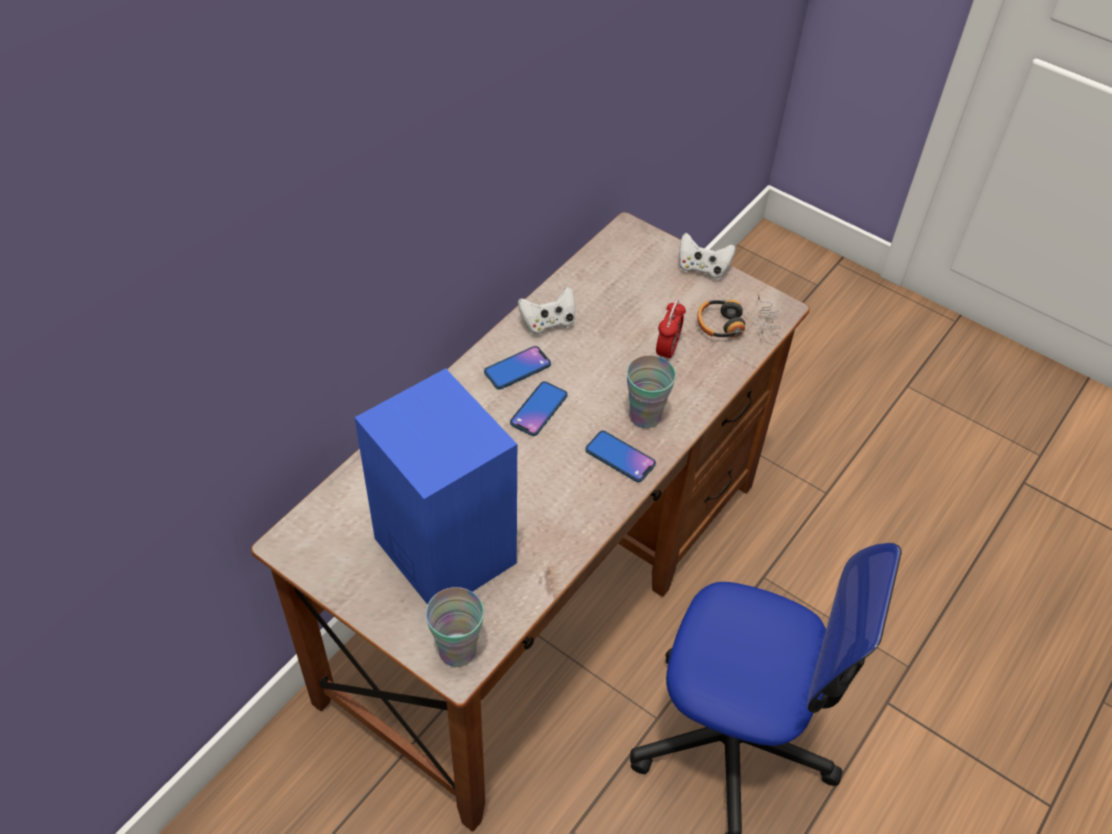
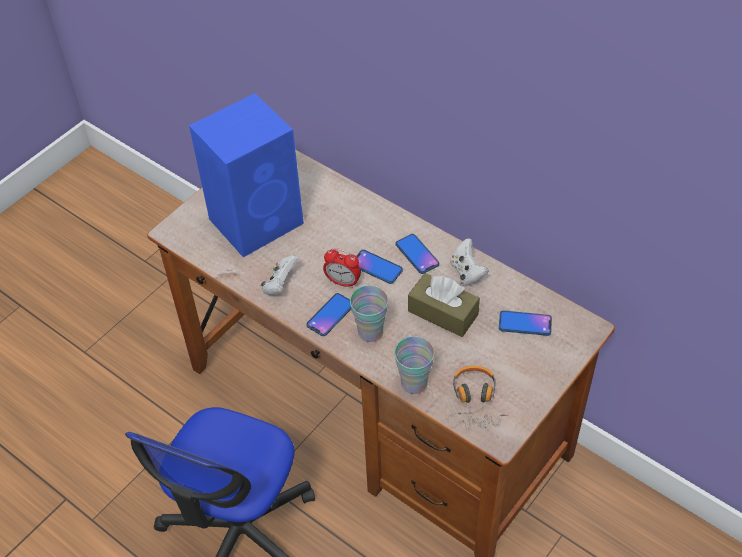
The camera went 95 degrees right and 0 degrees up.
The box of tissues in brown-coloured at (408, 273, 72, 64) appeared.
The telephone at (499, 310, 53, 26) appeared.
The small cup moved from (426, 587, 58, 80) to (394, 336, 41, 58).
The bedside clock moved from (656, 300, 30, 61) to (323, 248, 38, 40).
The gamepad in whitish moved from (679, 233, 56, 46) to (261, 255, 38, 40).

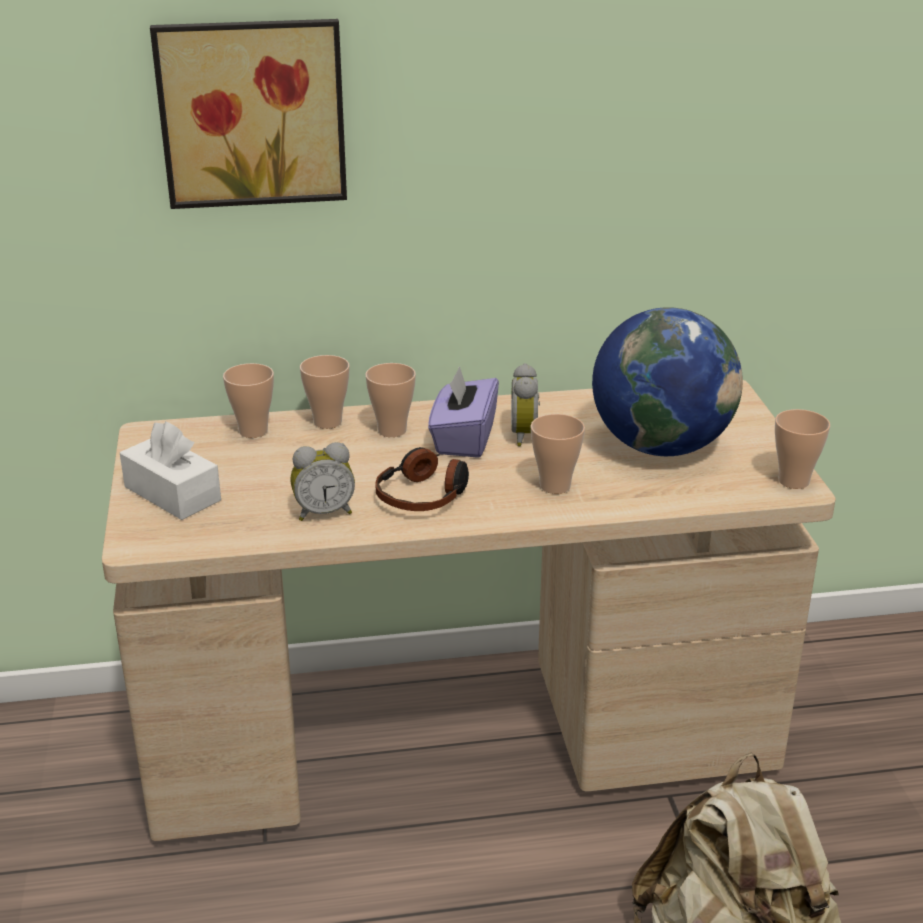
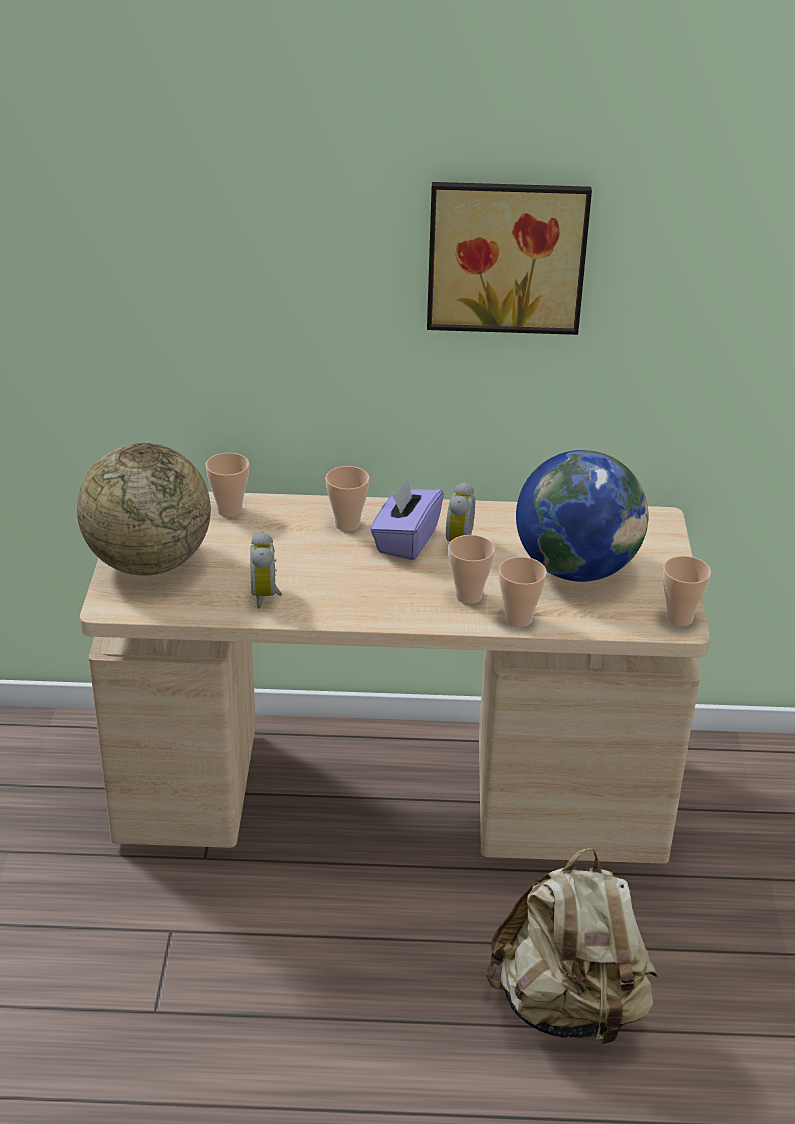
The camera went 10 degrees right and 5 degrees up.
The pair of headphones at (375, 447, 94, 64) disappeared.
The wall art moved from (150, 19, 197, 190) to (427, 182, 165, 153).
The small cup moved from (300, 355, 50, 74) to (499, 557, 48, 70).
The box of tissues in whitish at (120, 421, 101, 99) was replaced by the world globe at (77, 443, 134, 133).
The bedside clock at (290, 442, 65, 79) turned 90 degrees clockwise.

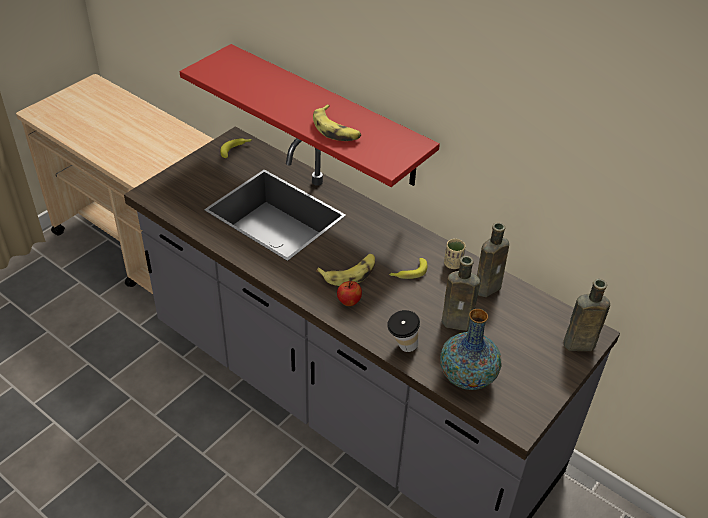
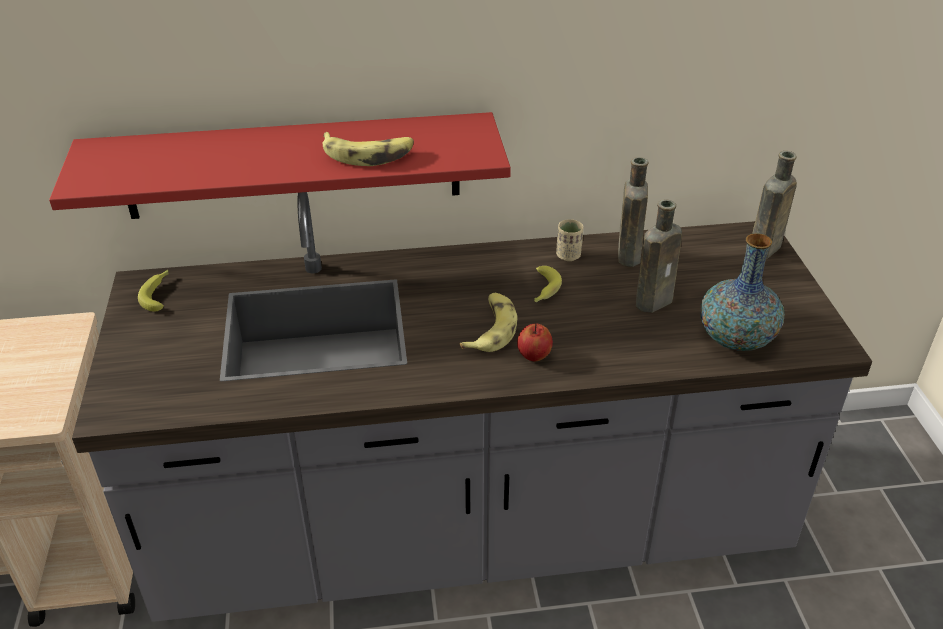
The camera went 45 degrees left and 5 degrees down.
The small cup at (387, 310, 33, 42) disappeared.

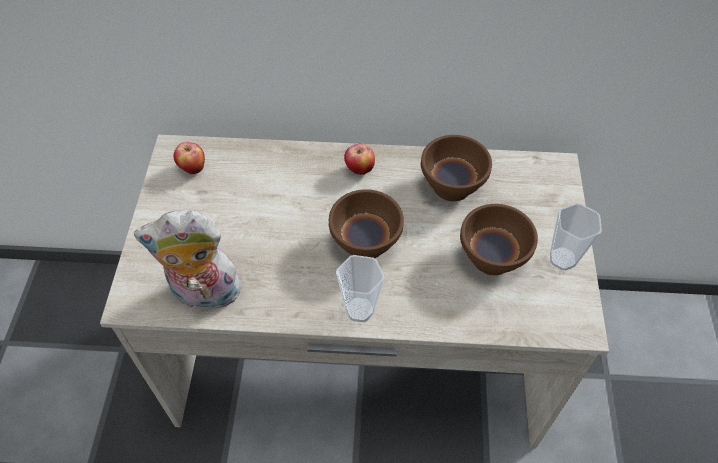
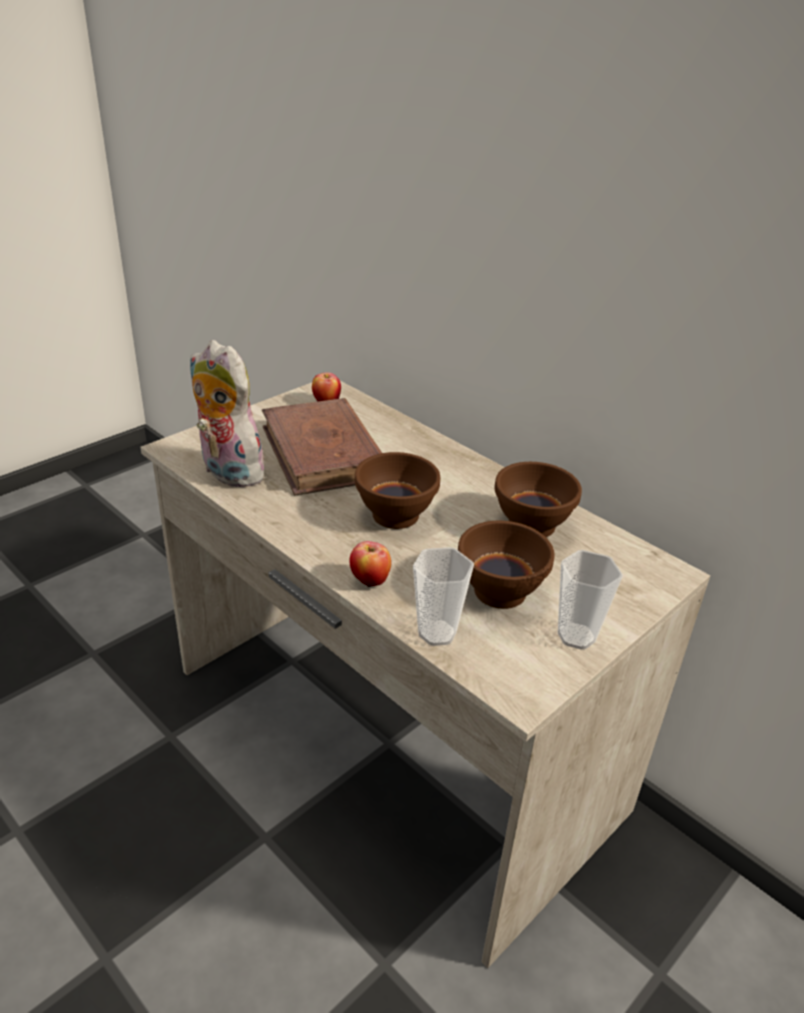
The camera went 40 degrees right and 20 degrees down.
The volume in brown-coloured at (262, 398, 120, 97) appeared.
The small cup moved from (336, 255, 48, 67) to (413, 547, 61, 99).
The apple moved from (344, 144, 31, 31) to (350, 541, 41, 46).

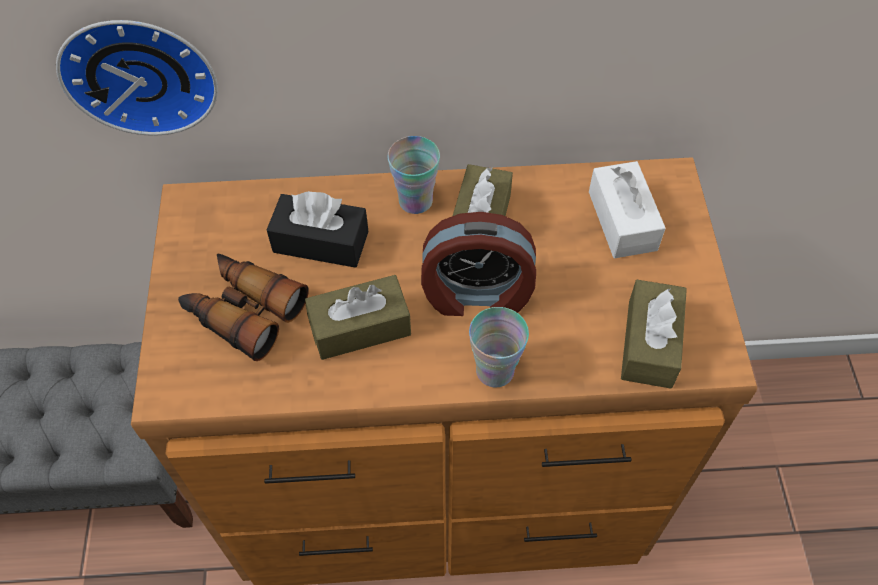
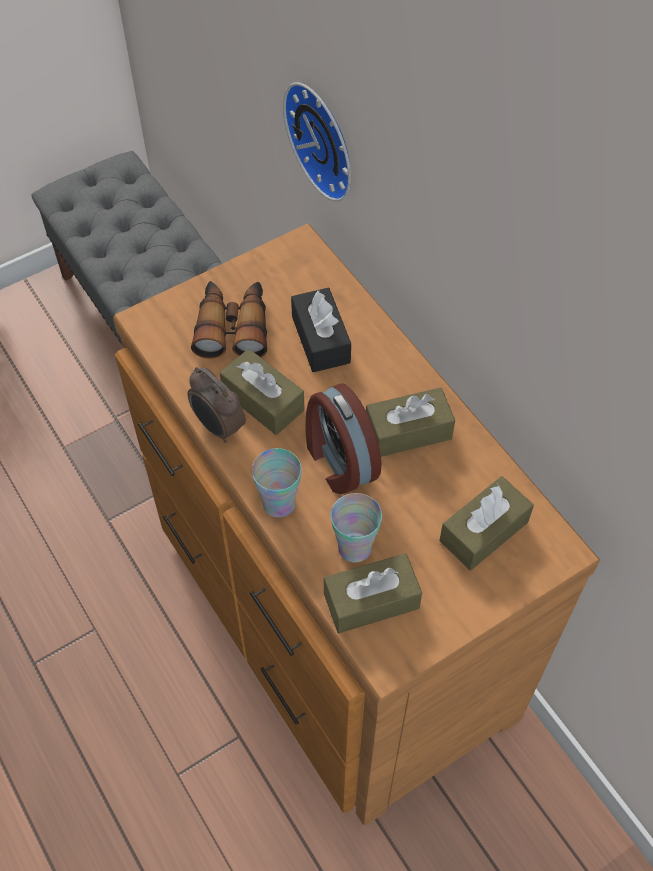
The camera went 60 degrees right and 0 degrees up.
The bedside clock at (187, 367, 59, 76) appeared.
The small cup moved from (388, 136, 52, 78) to (331, 493, 51, 69).
The box of tissues in whitish at (589, 161, 77, 97) became the box of tissues in brown-coloured at (439, 476, 95, 94).

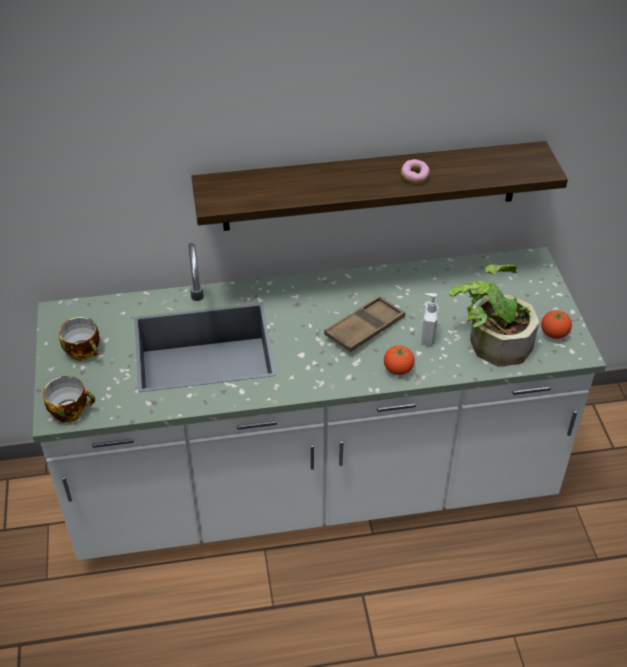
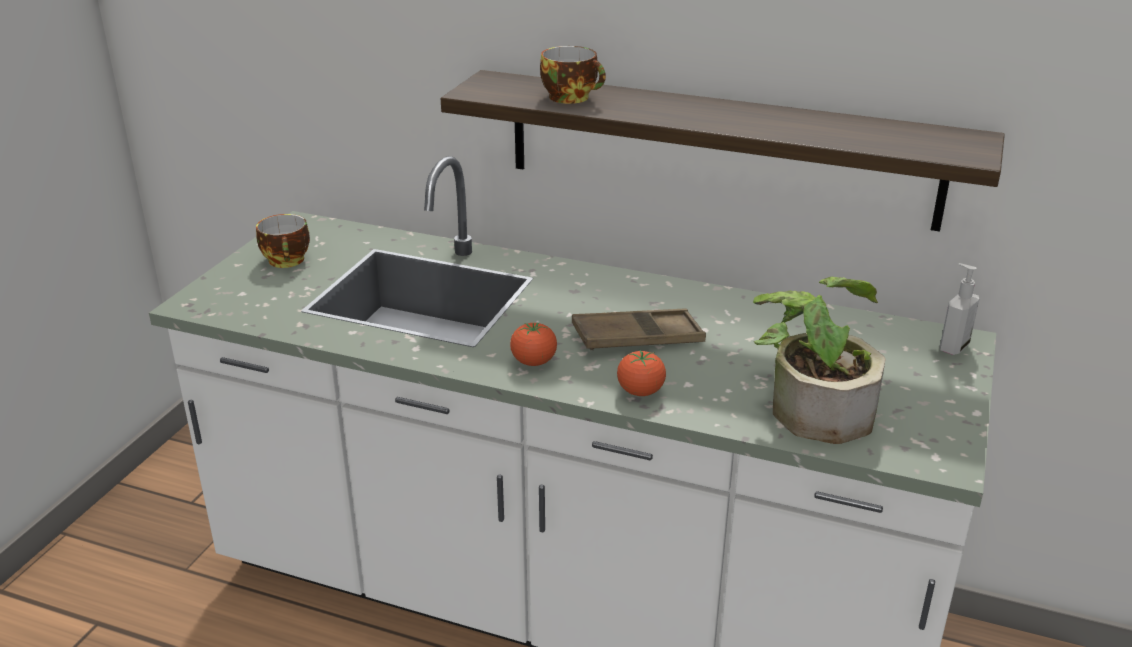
The camera went 30 degrees right and 15 degrees down.
The ring doughnut at (401, 159, 29, 25) disappeared.
The small cup moved from (43, 376, 52, 46) to (540, 46, 66, 58).
The soap dispenser moved from (421, 293, 18, 53) to (940, 263, 39, 92).
The tomato moved from (541, 310, 31, 29) to (510, 323, 47, 43).

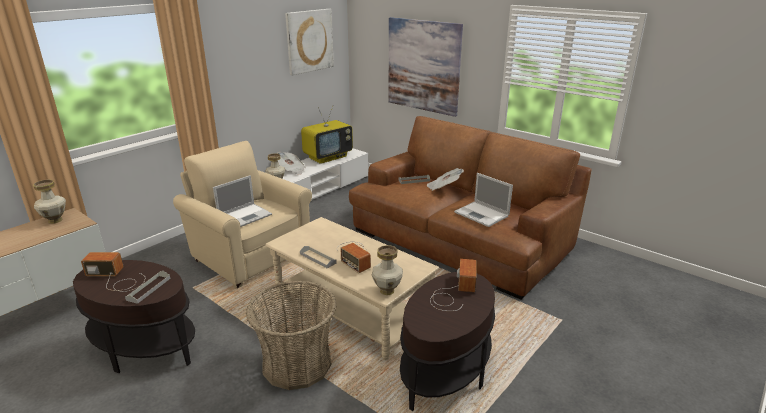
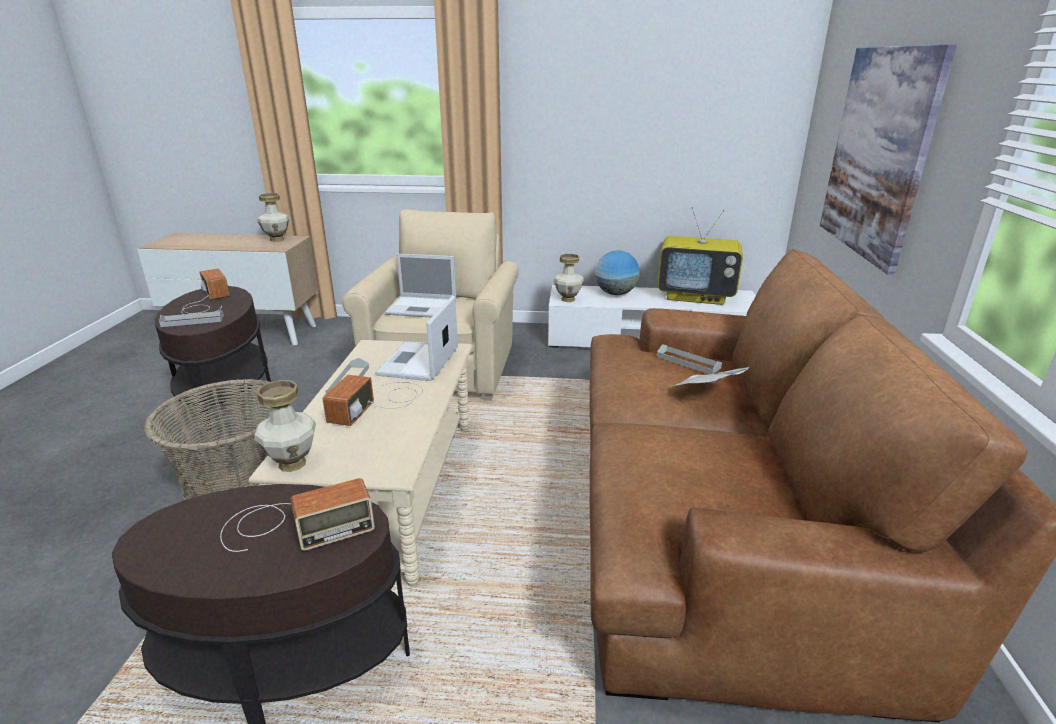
The camera went 55 degrees right and 0 degrees up.
The wall art at (285, 9, 49, 66) disappeared.
The notebook computer moved from (454, 173, 59, 54) to (375, 296, 83, 85).
The newspaper at (277, 152, 29, 23) was replaced by the world globe at (595, 250, 45, 45).

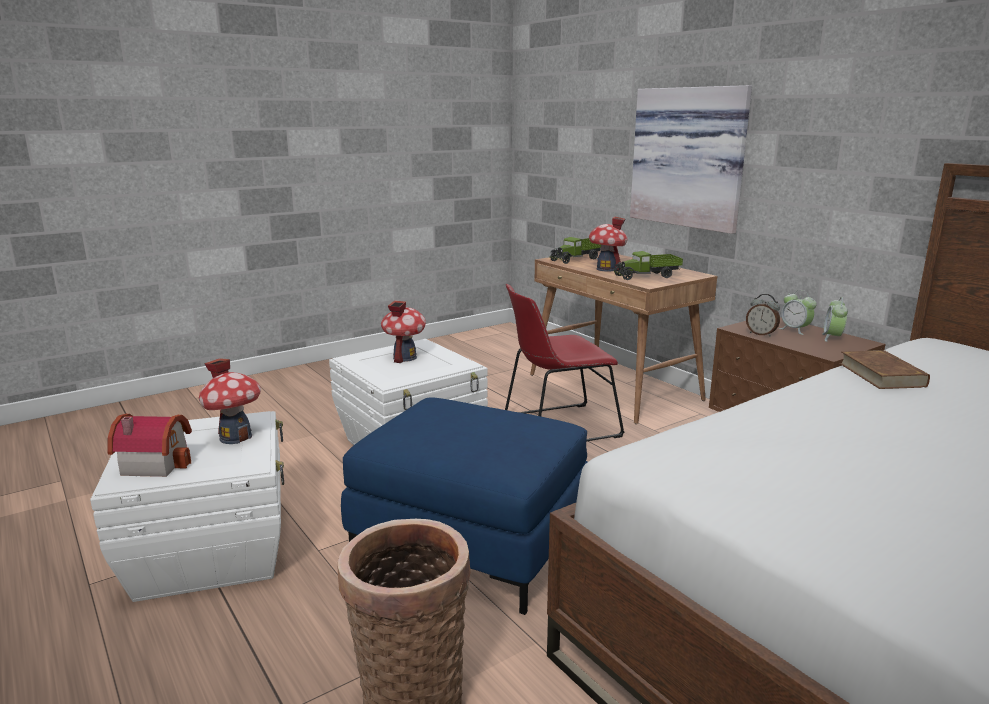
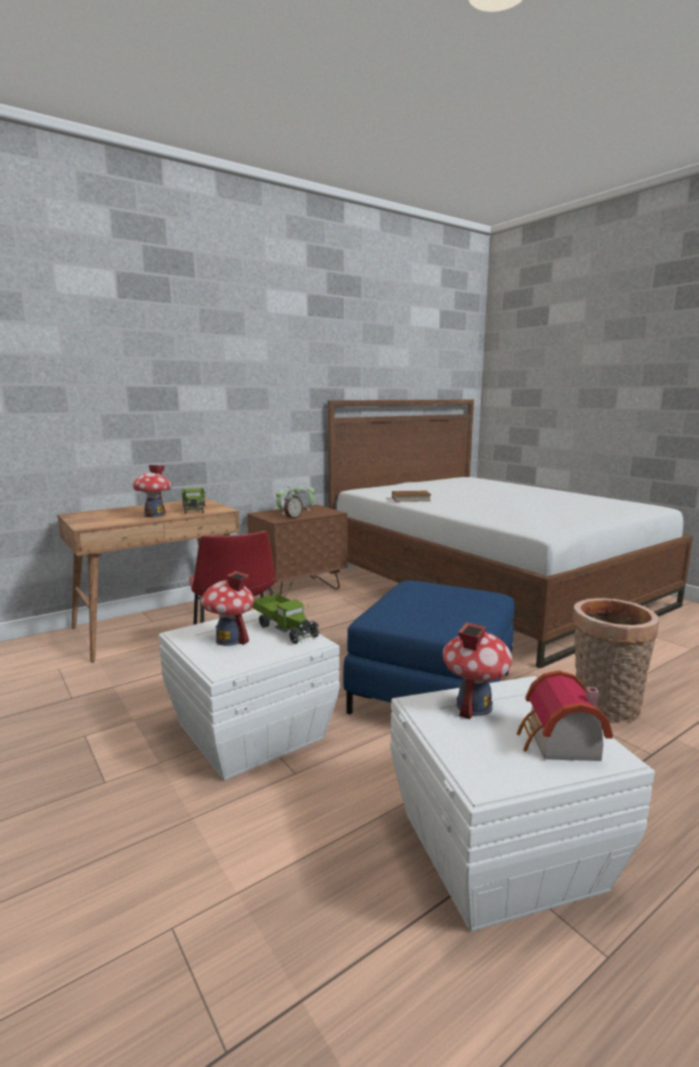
The camera went 90 degrees left and 5 degrees down.
The wall art at (630, 85, 122, 149) disappeared.
The toy lorry moved from (550, 237, 51, 27) to (252, 594, 67, 50).

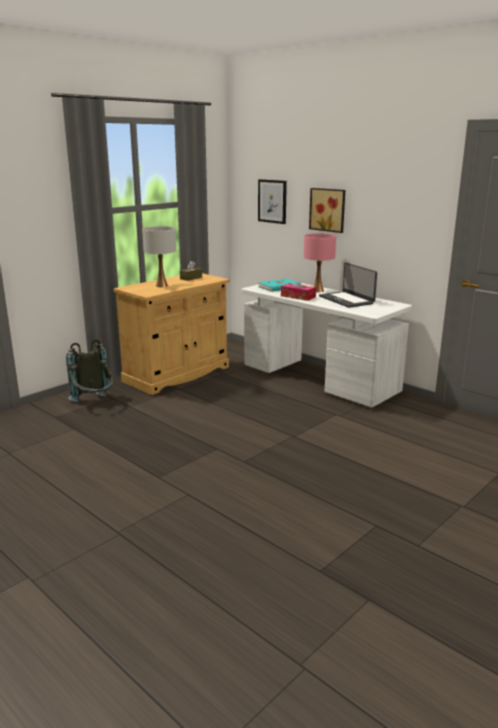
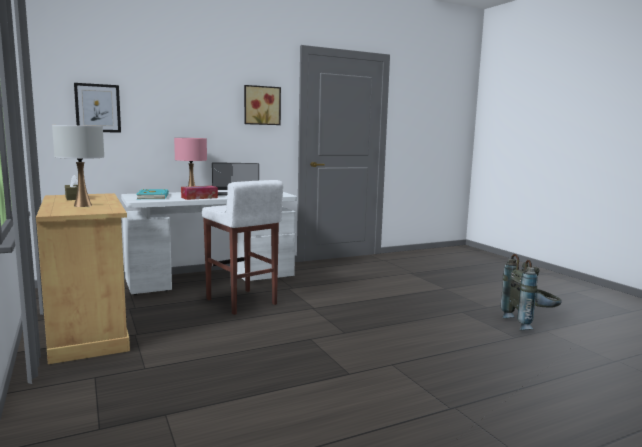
The camera went 70 degrees left and 10 degrees down.
The stool seat in whitish at (202, 180, 81, 135) appeared.
The knapsack in greyish moved from (66, 339, 48, 63) to (501, 254, 61, 76).
The wall art moved from (309, 188, 36, 45) to (244, 85, 37, 40).

